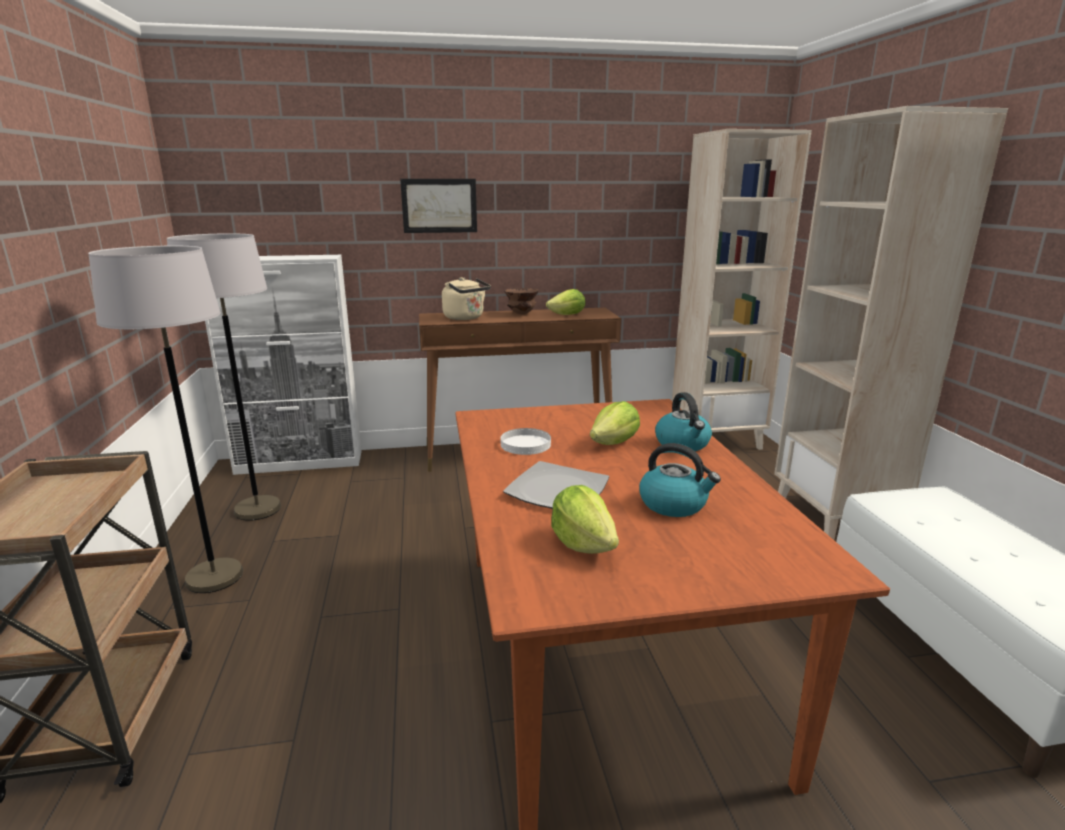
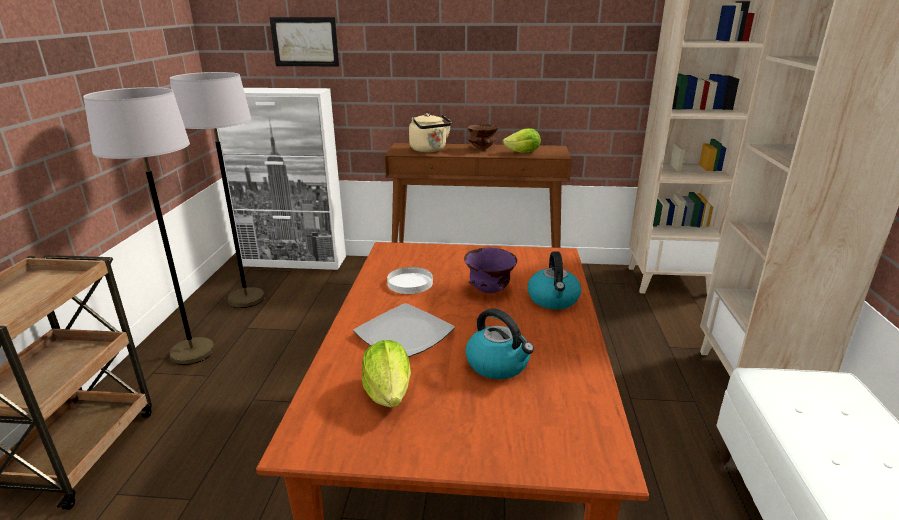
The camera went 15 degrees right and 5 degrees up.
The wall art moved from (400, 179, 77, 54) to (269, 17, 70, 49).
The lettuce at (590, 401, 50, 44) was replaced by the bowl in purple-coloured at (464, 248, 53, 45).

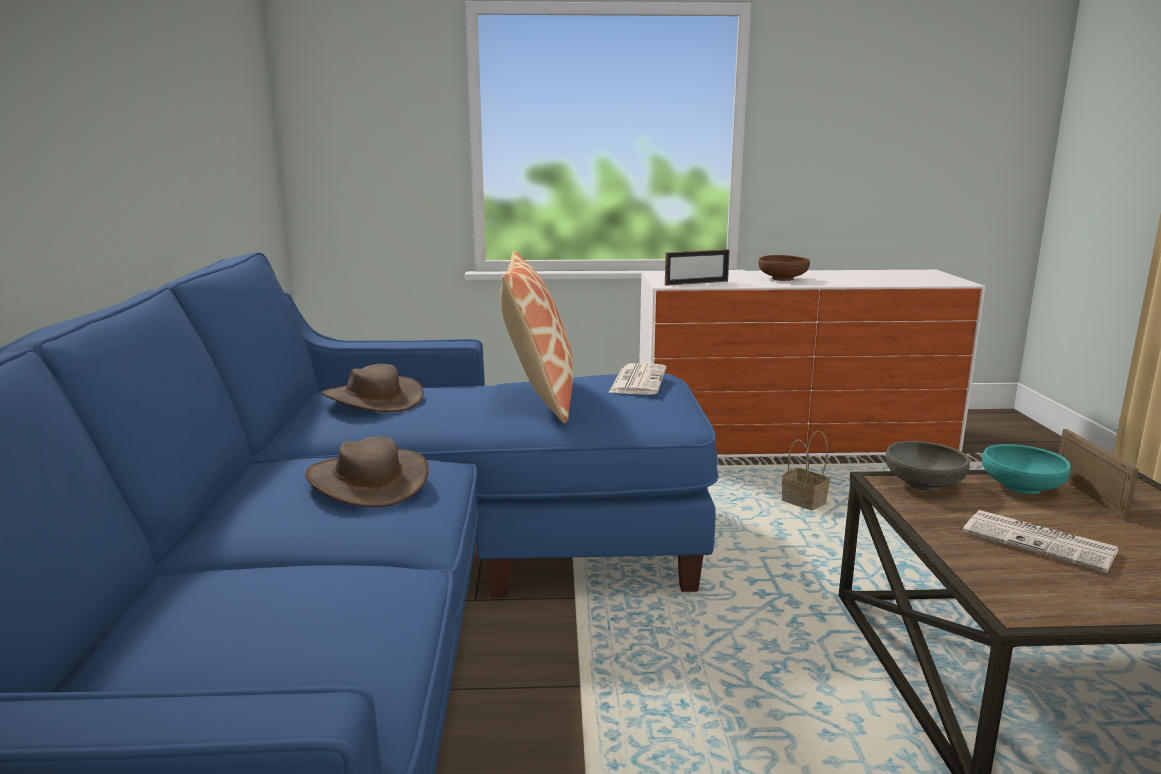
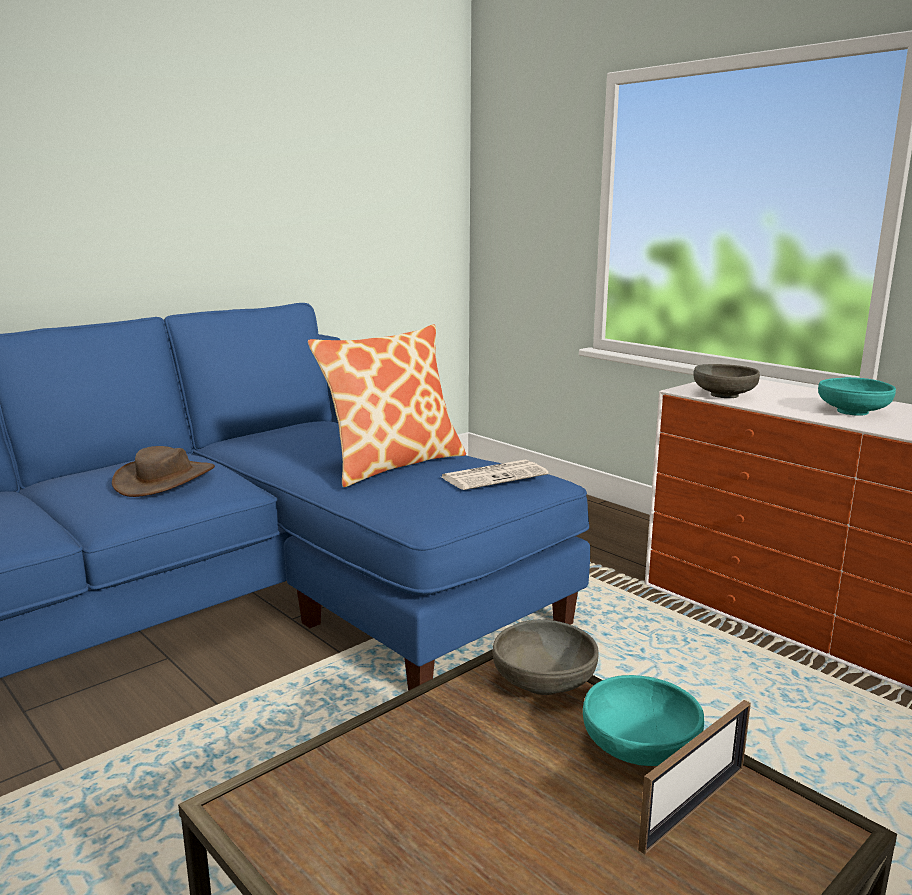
The camera went 50 degrees right and 0 degrees up.
The clothing hat in brown-coloured at (322, 364, 102, 48) disappeared.
The storage basket at (781, 431, 49, 80) disappeared.
The newspaper at (963, 510, 156, 63) disappeared.
The picture frame at (665, 249, 65, 37) was replaced by the bowl in greyish at (693, 364, 67, 34).
The bowl in brown-coloured at (758, 255, 52, 26) became the bowl in turquoise at (818, 377, 78, 39).

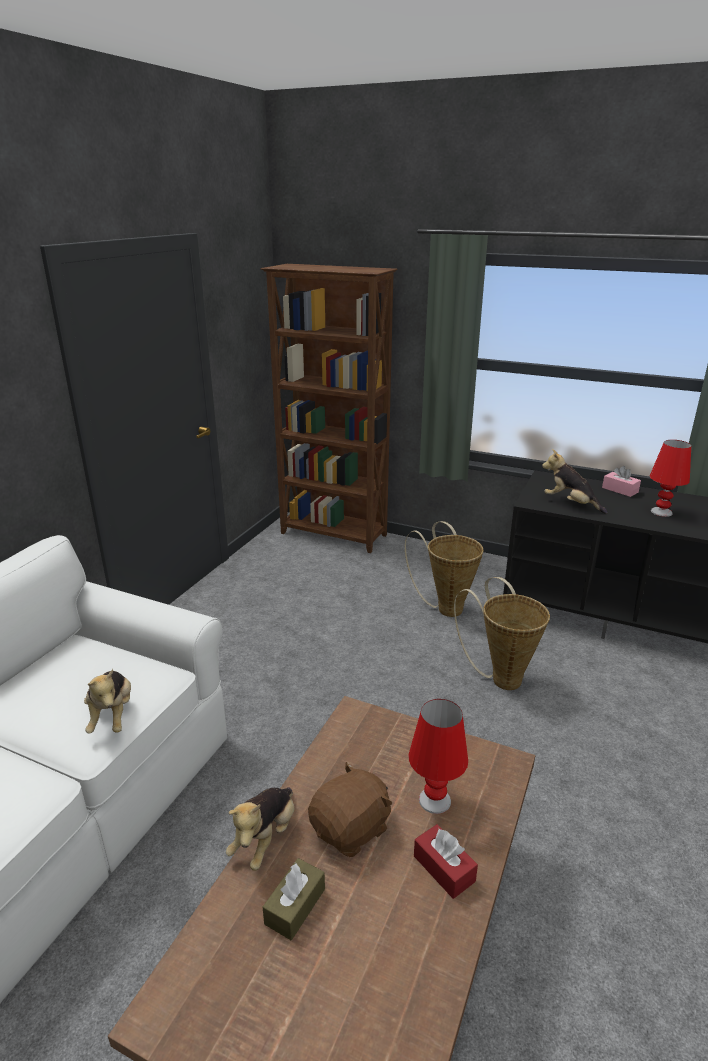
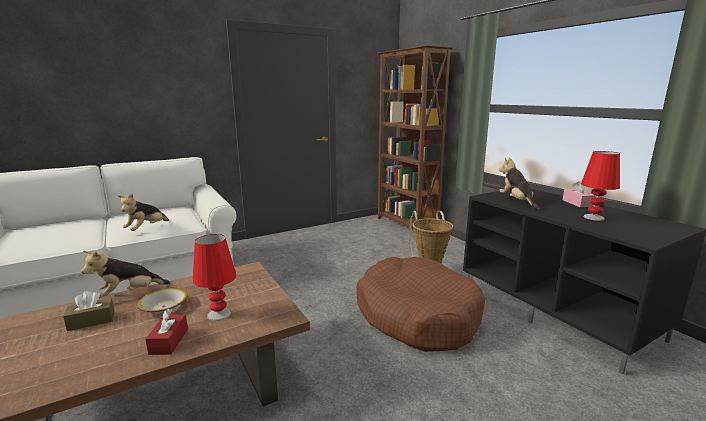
The camera went 35 degrees right and 10 degrees down.
The soft toy in brown-coloured at (308, 762, 84, 95) was replaced by the bowl at (137, 288, 50, 26).
The storage basket at (454, 577, 96, 113) was replaced by the dog bed in brown-coloured at (357, 257, 128, 95).

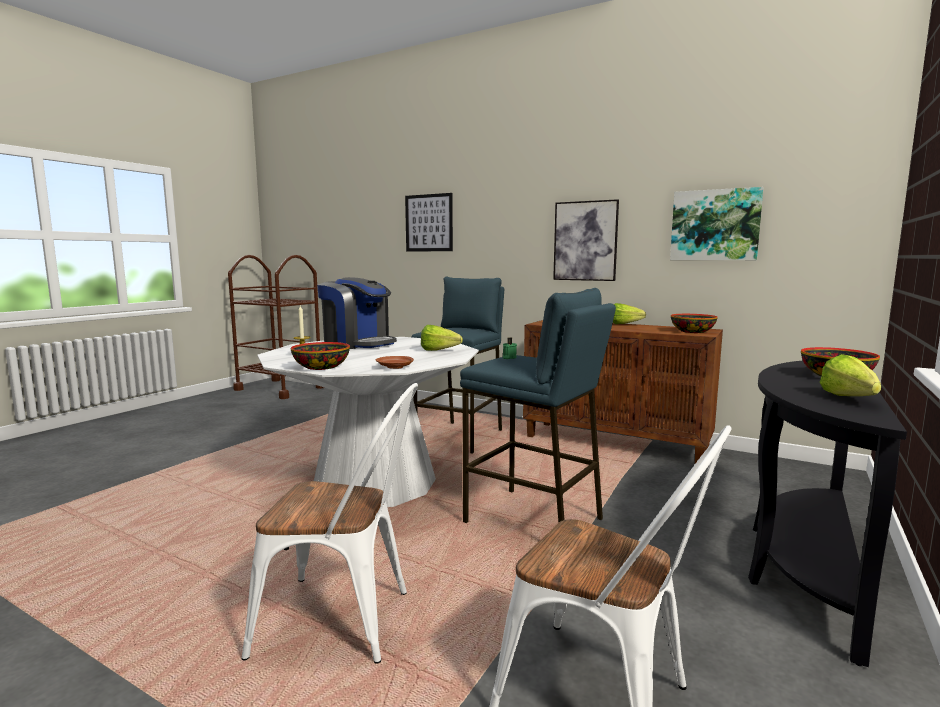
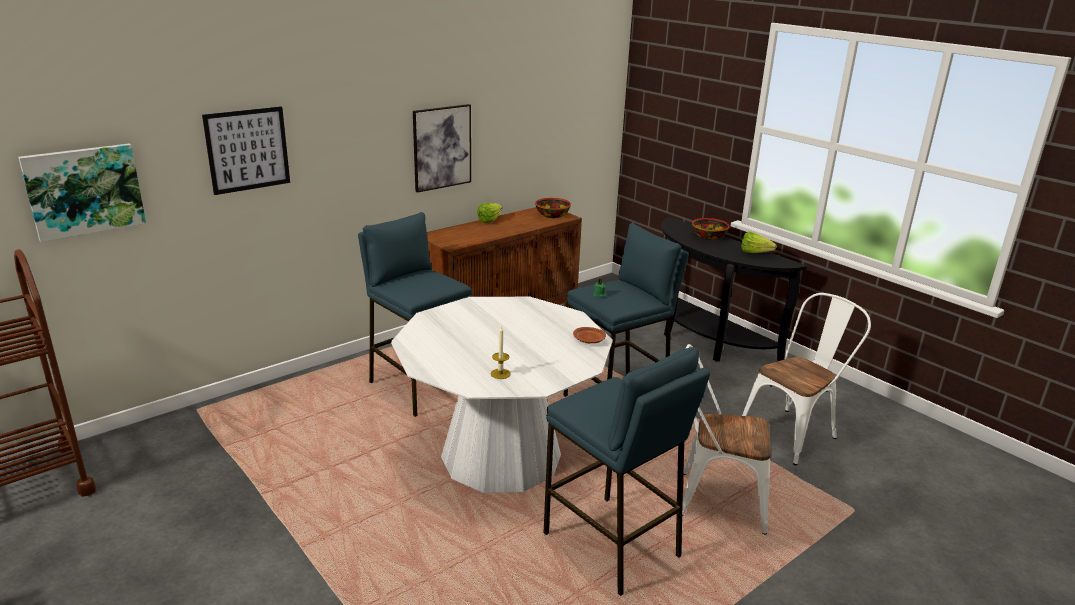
The camera went 70 degrees left and 15 degrees up.
The bowl at (291, 342, 59, 28) disappeared.
The coffee maker at (317, 277, 80, 72) disappeared.
The lettuce at (421, 325, 42, 26) disappeared.
The stool seat in bluish at (544, 347, 166, 249) appeared.
The wall art moved from (670, 187, 94, 73) to (18, 144, 128, 98).
The upright chair in whitish at (242, 383, 176, 281) turned 105 degrees counterclockwise.

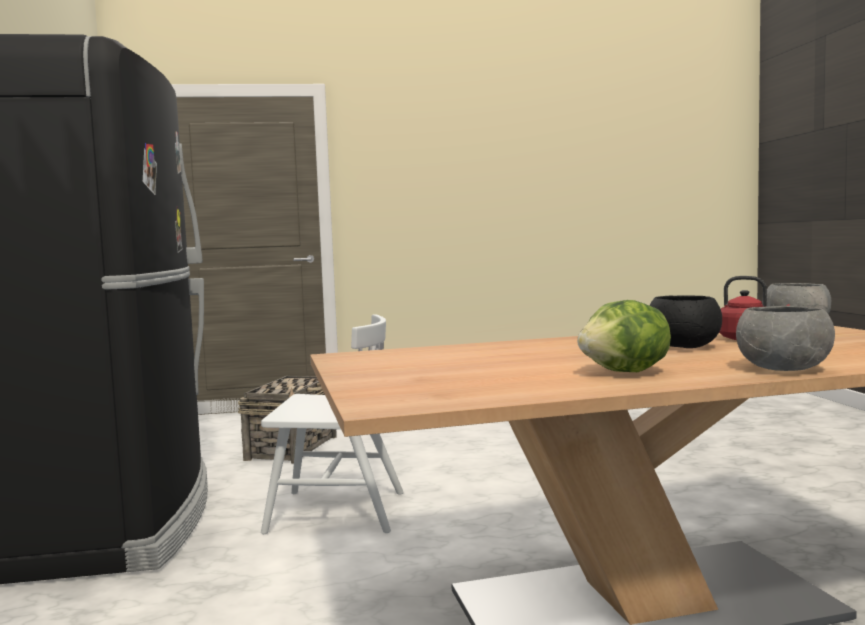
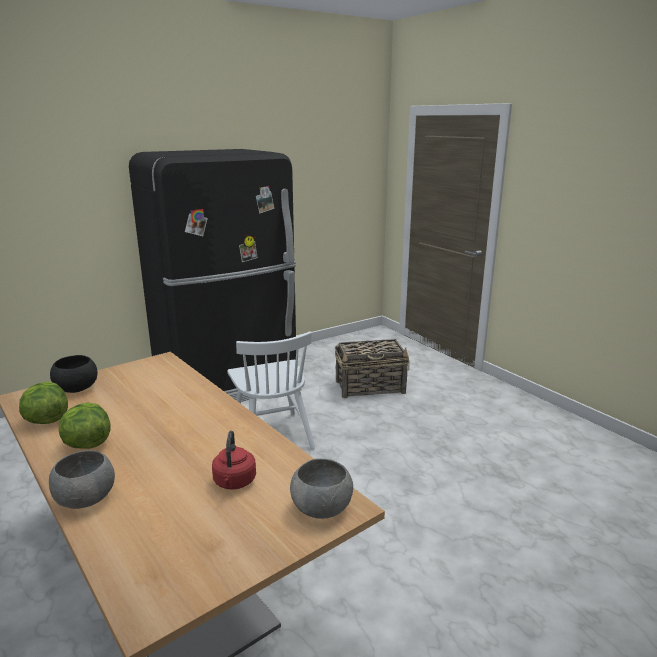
The camera went 65 degrees right and 15 degrees up.
The lettuce at (19, 382, 49, 42) appeared.
The bowl in blackish moved from (649, 295, 73, 53) to (50, 355, 48, 38).

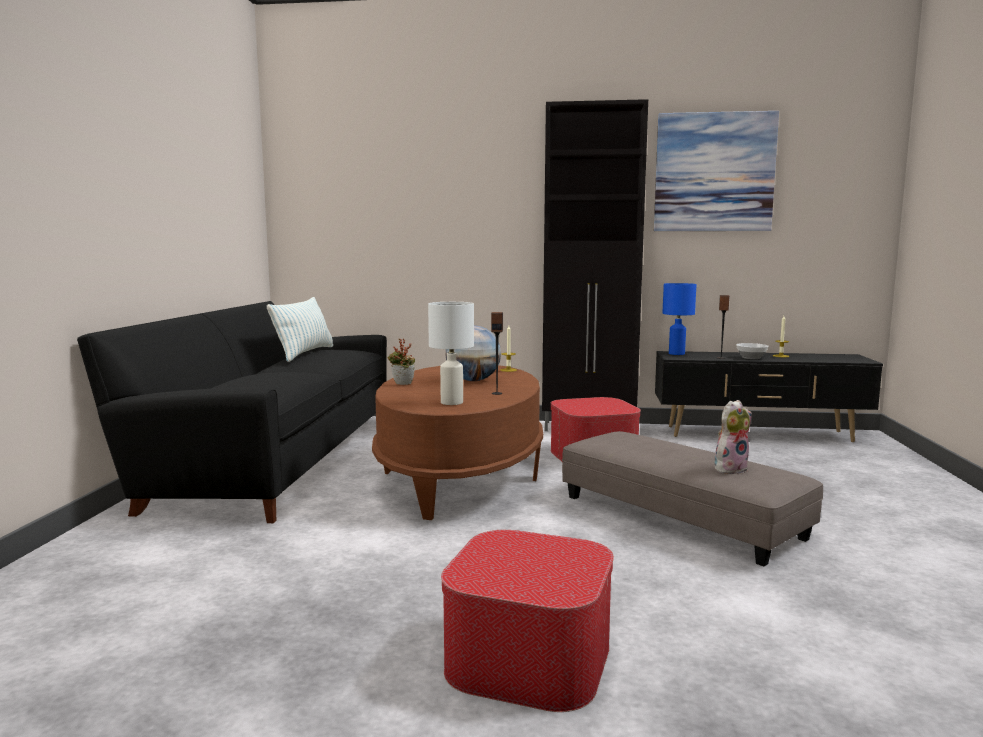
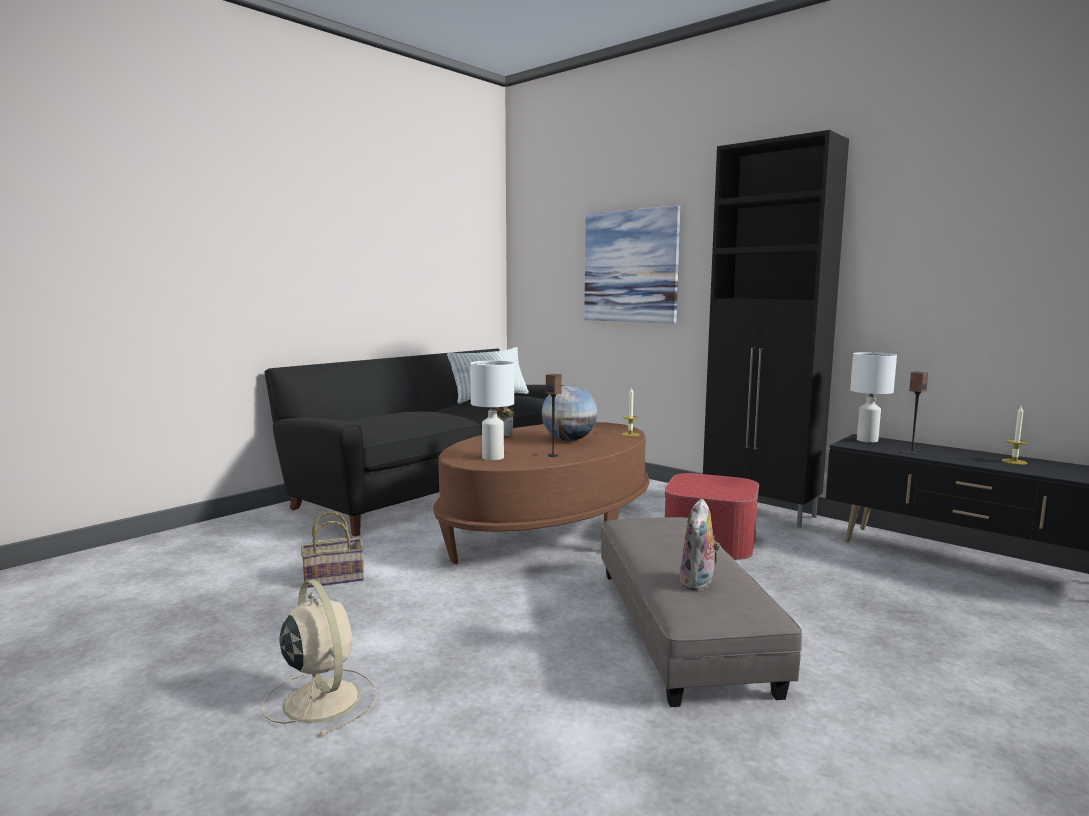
The camera went 35 degrees right and 0 degrees up.
The bowl at (736, 343, 33, 16) disappeared.
The storage basket at (301, 512, 63, 76) appeared.
The wall art moved from (654, 111, 125, 120) to (584, 205, 97, 119).
The footrest at (441, 530, 173, 182) was replaced by the cooling fan in sand-coloured at (261, 580, 116, 156).
The lamp for a table in bluish at (662, 283, 34, 72) became the lamp for a table in whitish at (850, 352, 47, 91).
The soft toy at (714, 400, 38, 74) turned 105 degrees clockwise.

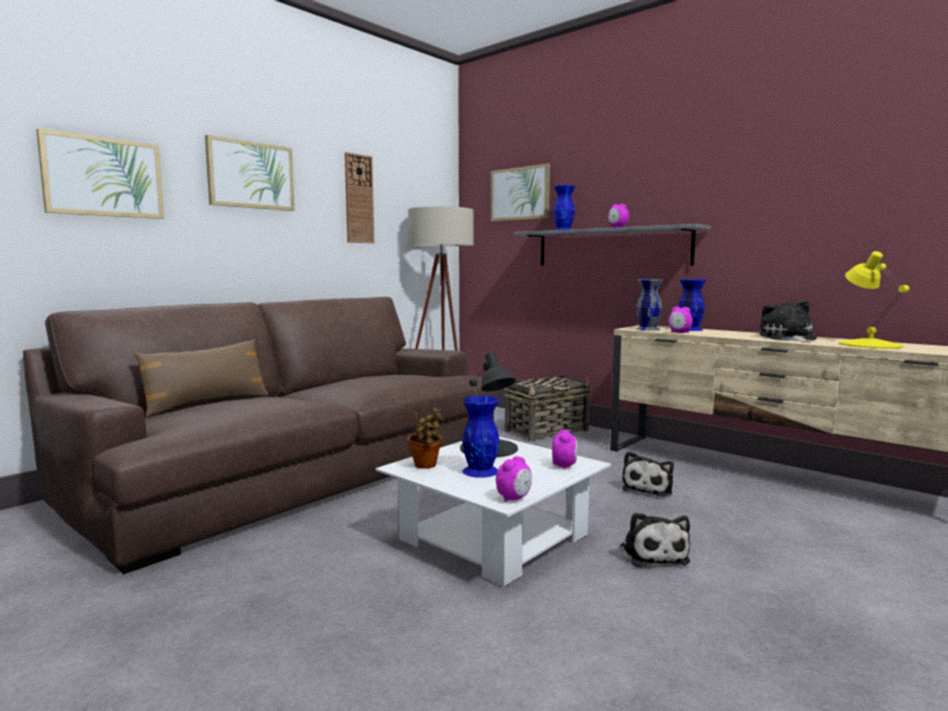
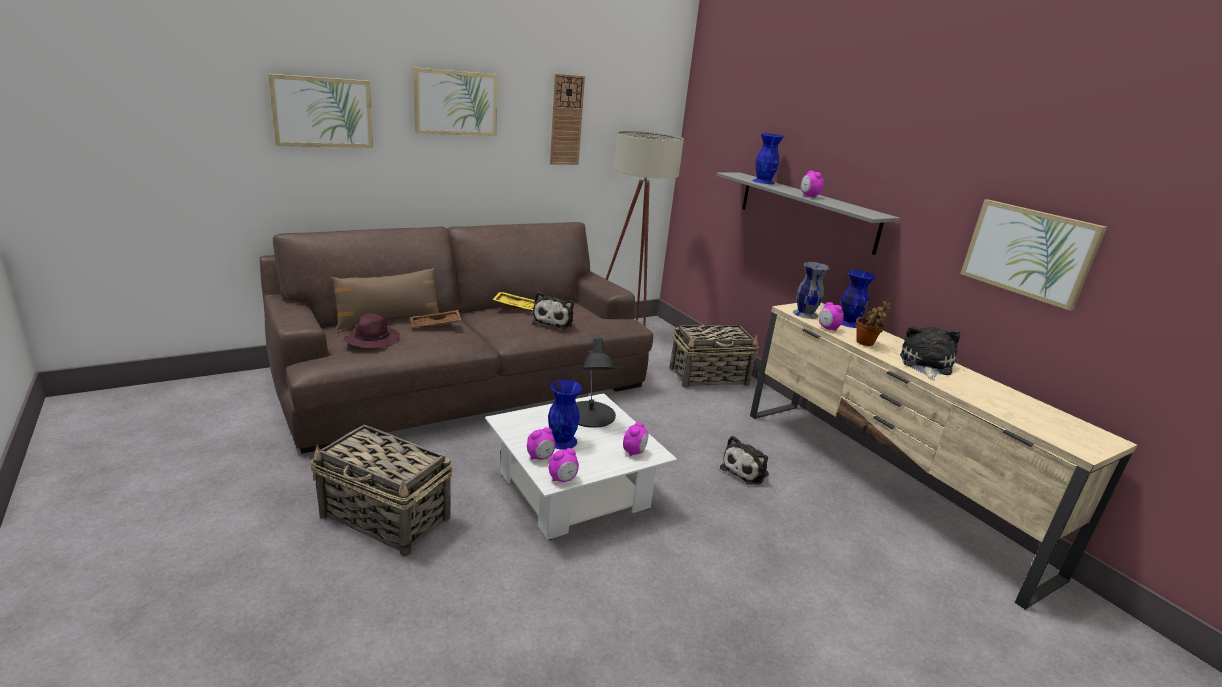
The camera went 15 degrees right and 15 degrees up.
The lamp for a table in yellowish at (839, 251, 70, 98) disappeared.
The storage basket at (309, 425, 144, 132) appeared.
The clothing hat in purple-coloured at (344, 313, 56, 35) appeared.
The tray in brown-coloured at (410, 310, 52, 17) appeared.
The tray in yellowish at (492, 292, 43, 20) appeared.
The bedside clock at (527, 427, 29, 33) appeared.
The potted plant moved from (408, 407, 36, 62) to (855, 301, 36, 45).
The wall art moved from (491, 164, 59, 58) to (960, 199, 147, 112).
The soft toy moved from (620, 512, 70, 55) to (532, 291, 42, 38).

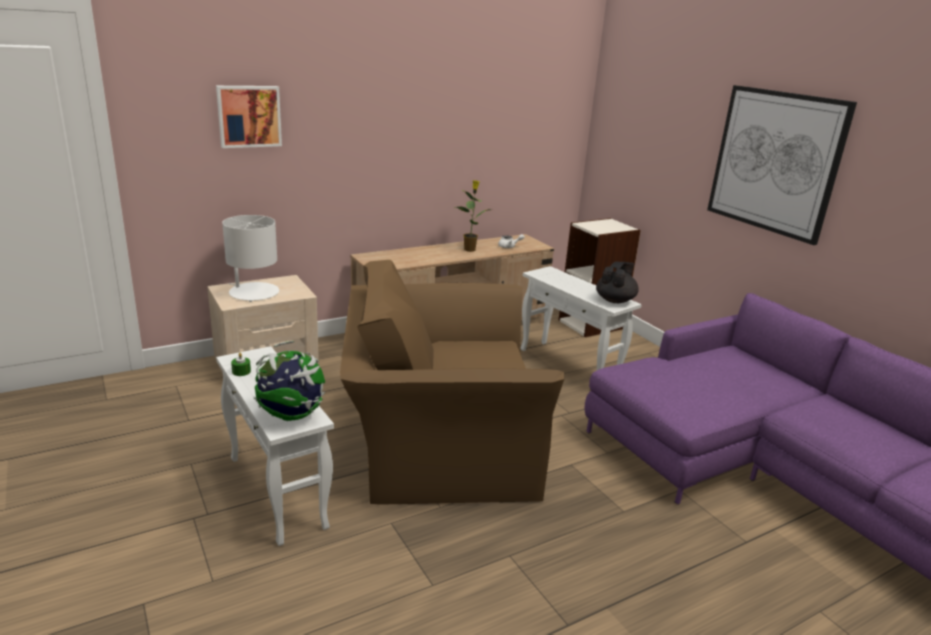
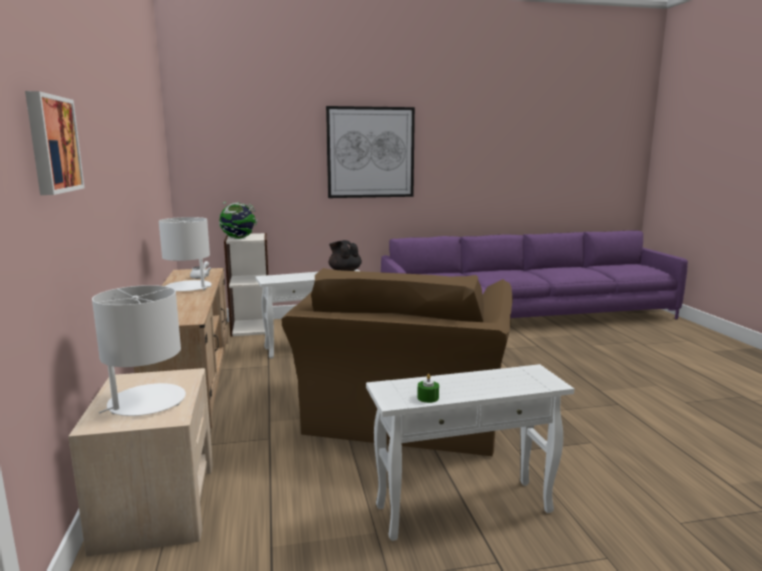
The camera went 70 degrees left and 10 degrees down.
The world globe moved from (254, 341, 71, 80) to (219, 201, 38, 38).
The potted plant at (455, 180, 35, 72) was replaced by the lamp for a table in whitish at (159, 217, 53, 74).

